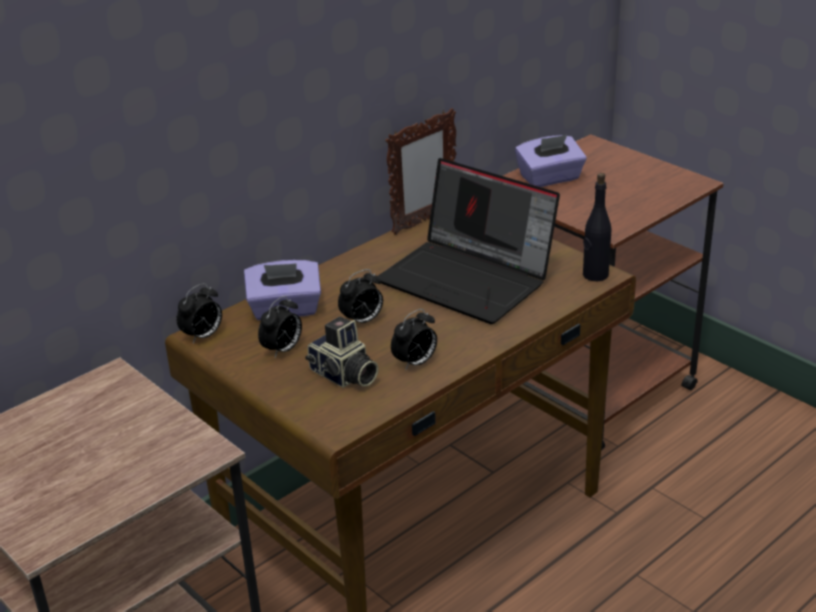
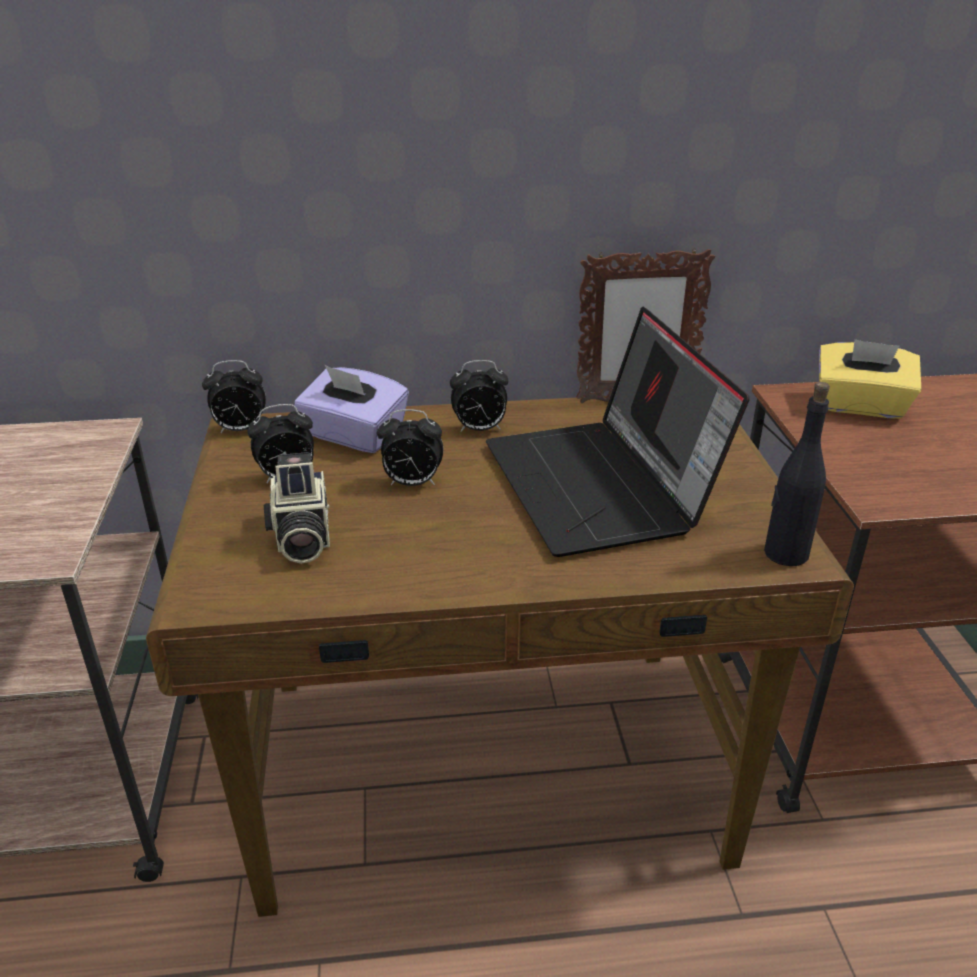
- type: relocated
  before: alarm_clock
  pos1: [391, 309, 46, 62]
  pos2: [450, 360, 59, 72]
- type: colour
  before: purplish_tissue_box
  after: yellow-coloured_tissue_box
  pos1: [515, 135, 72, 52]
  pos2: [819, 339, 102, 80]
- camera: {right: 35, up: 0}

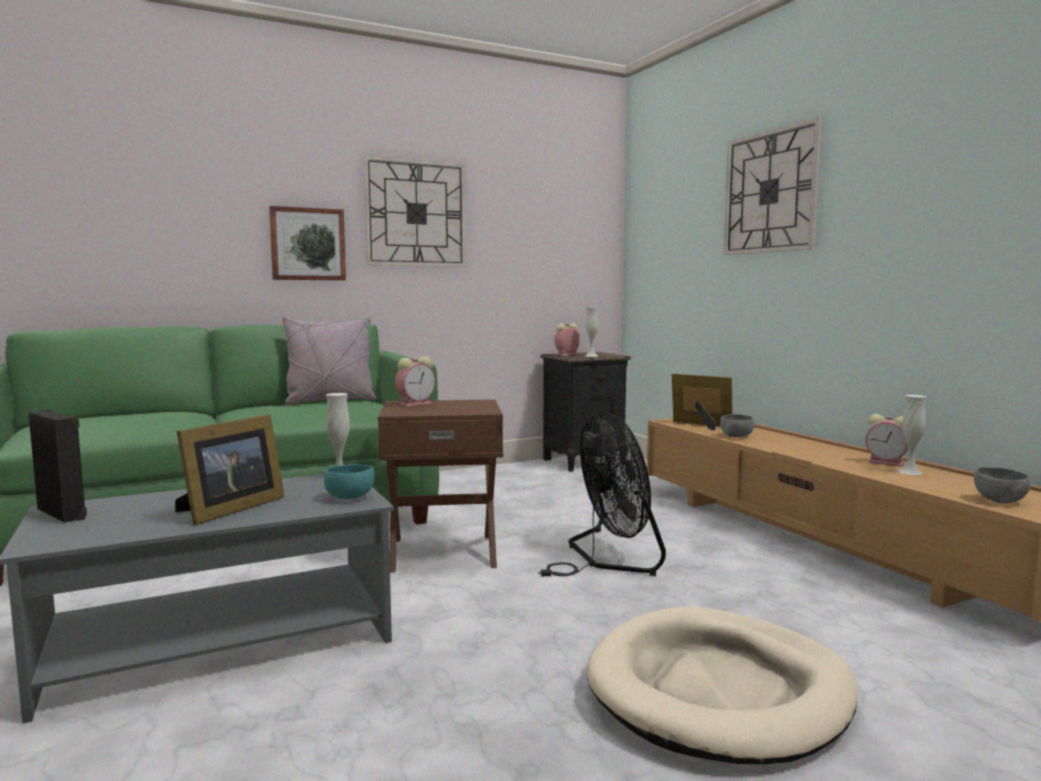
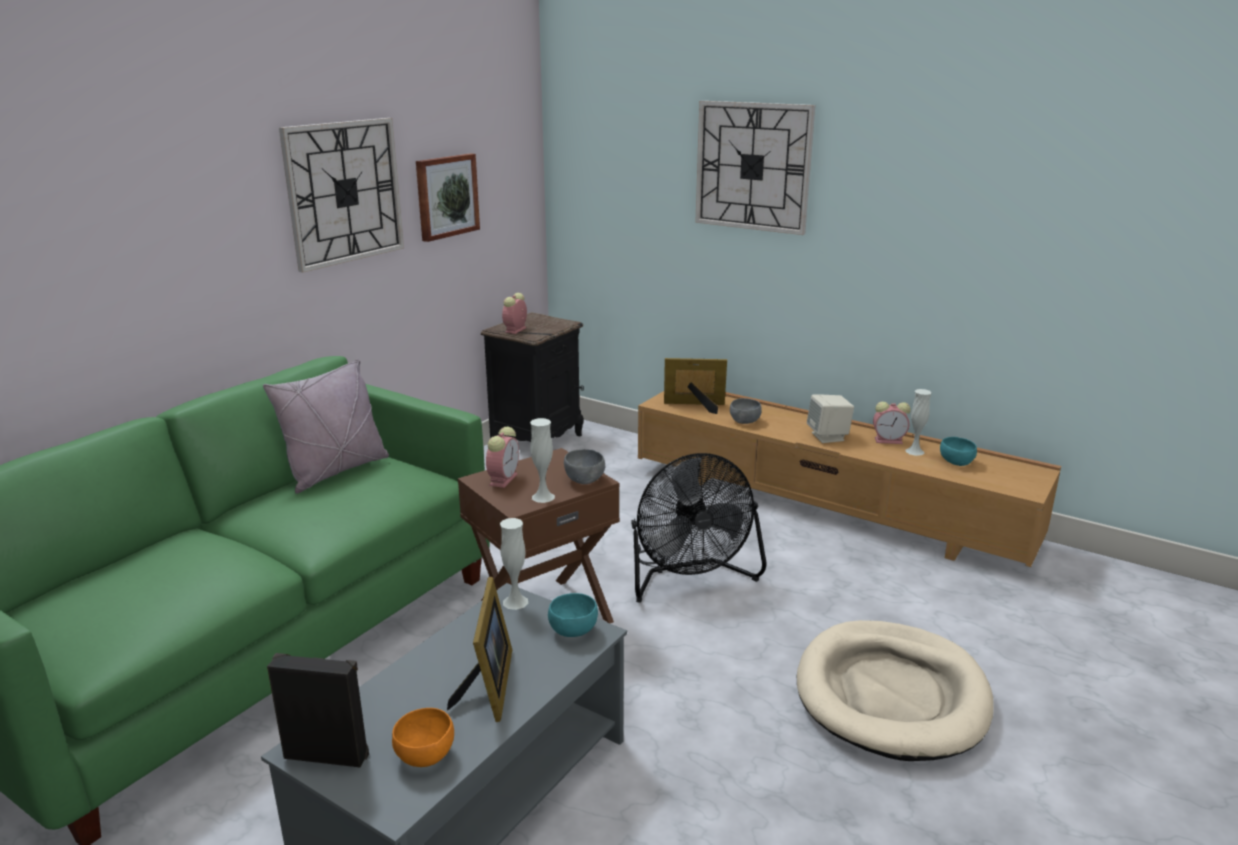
- type: appeared
  after: orange-coloured_serving_bowl
  pos2: [392, 708, 62, 59]
- type: relocated
  before: wall_art
  pos1: [269, 206, 77, 74]
  pos2: [416, 153, 64, 89]
- type: relocated
  before: white_flower_vase
  pos1: [586, 307, 13, 50]
  pos2: [530, 418, 25, 85]
- type: relocated
  before: gray_serving_bowl
  pos1: [974, 467, 56, 36]
  pos2: [564, 449, 41, 35]
- type: spun
  before: black_fan
  pos1: [538, 412, 128, 164]
  pos2: [631, 453, 135, 150]
  turn: 120
- type: appeared
  after: beige-coloured_speaker
  pos2: [807, 394, 47, 49]
- type: appeared
  after: blue-green_serving_bowl
  pos2: [940, 437, 37, 29]
- camera: {right: -30, up: 15}

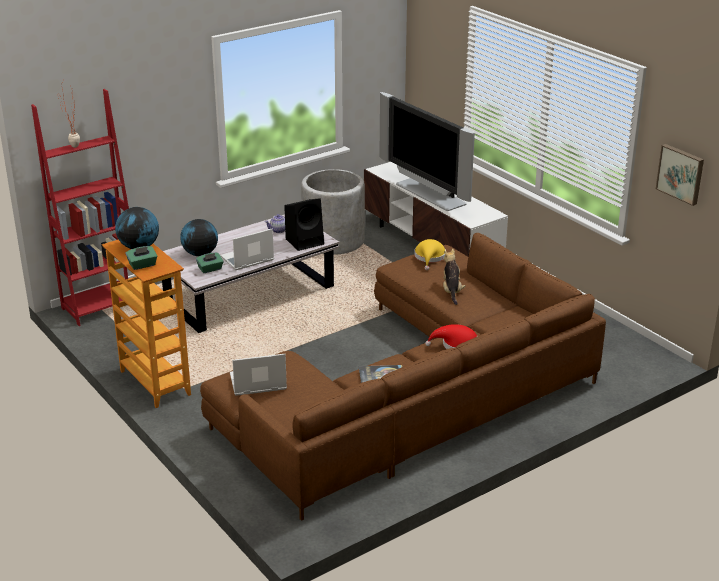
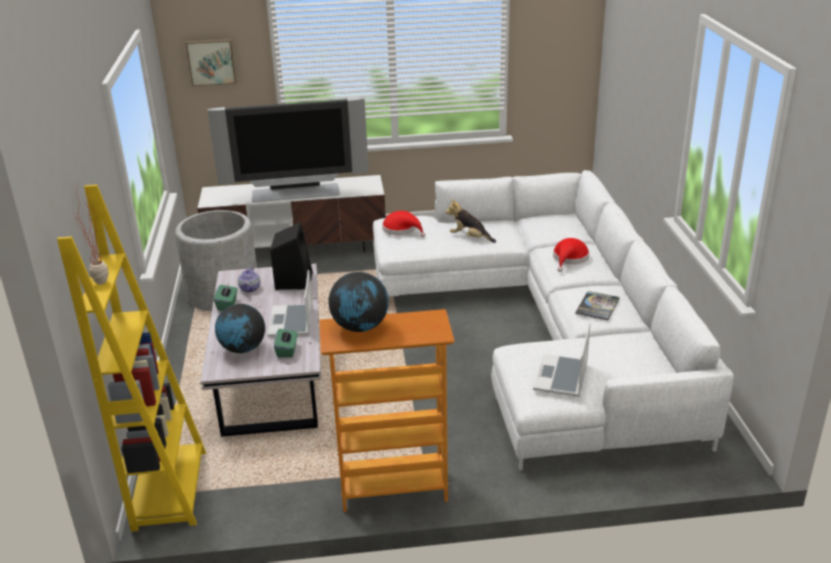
- type: colour
  before: red_bookcase
  after: yellow-coloured_bookcase
  pos1: [31, 89, 98, 237]
  pos2: [57, 185, 149, 347]
- type: relocated
  before: wall_art
  pos1: [656, 144, 48, 62]
  pos2: [186, 39, 50, 47]
- type: relocated
  before: greenish_tissue_box
  pos1: [126, 246, 31, 24]
  pos2: [214, 284, 23, 26]
- type: colour
  before: brownish_sofa
  after: white_sofa
  pos1: [200, 233, 406, 288]
  pos2: [373, 170, 361, 301]
- type: colour
  before: yellow-coloured_hat
  after: red_hat
  pos1: [414, 239, 32, 31]
  pos2: [382, 211, 43, 26]
- camera: {right: -60, up: 0}

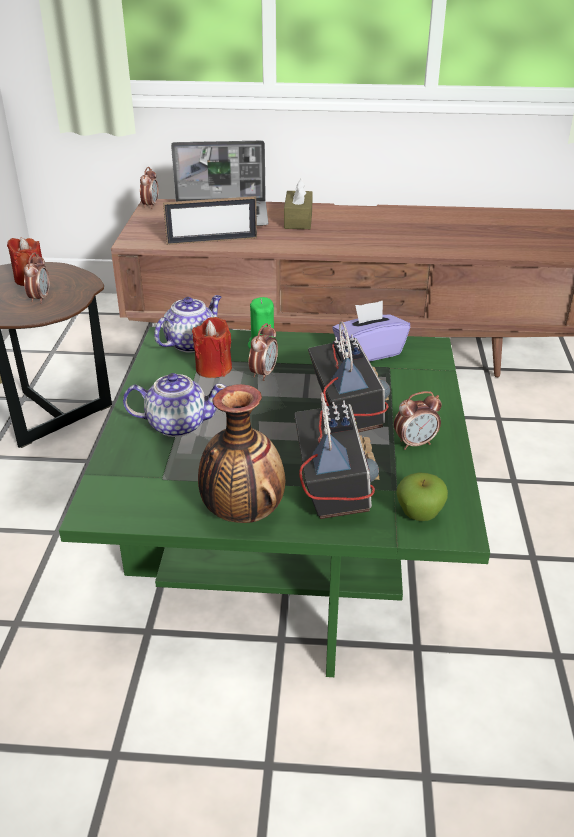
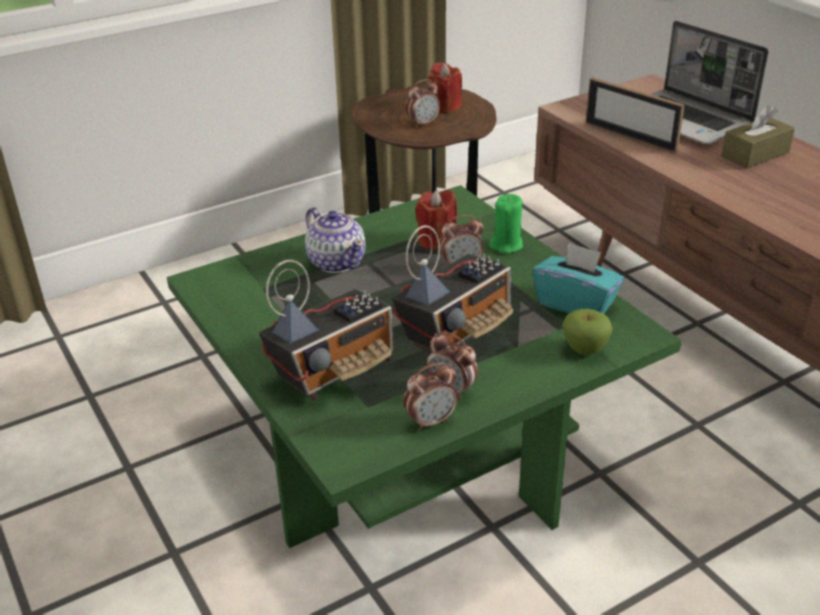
- type: relocated
  before: alarm_clock
  pos1: [140, 167, 19, 42]
  pos2: [403, 362, 55, 69]
- type: colour
  before: purplish_tissue_box
  after: blue-green_tissue_box
  pos1: [332, 301, 78, 61]
  pos2: [532, 242, 92, 72]
- type: relocated
  before: apple
  pos1: [396, 472, 52, 49]
  pos2: [562, 309, 51, 46]
- type: missing
  before: teapot
  pos1: [154, 295, 67, 58]
- type: missing
  before: flower_vase
  pos1: [198, 384, 87, 139]
- camera: {right: 55, up: 0}

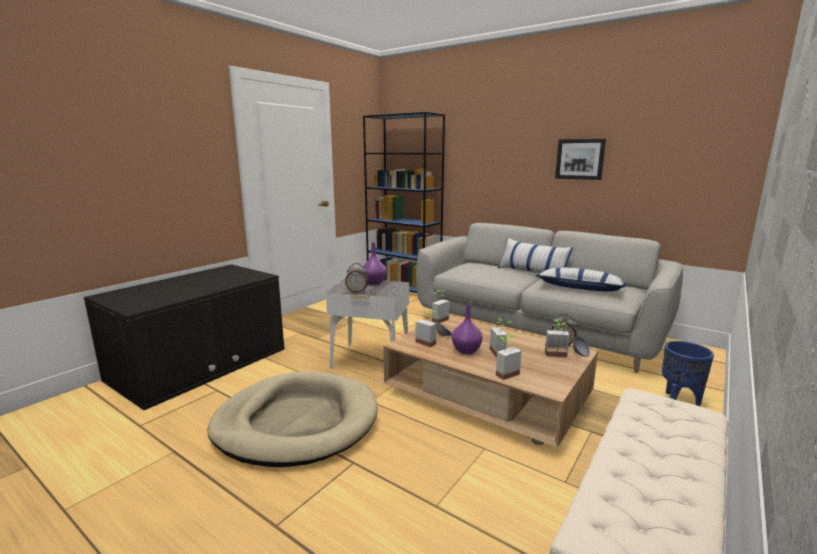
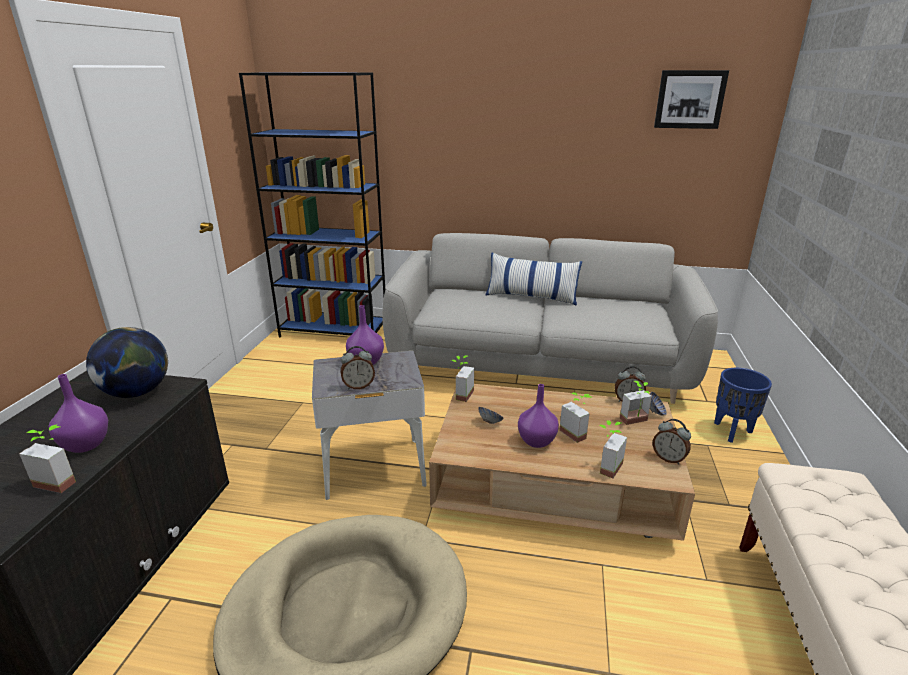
- type: relocated
  before: houseplant
  pos1: [416, 310, 21, 37]
  pos2: [19, 424, 57, 69]
- type: appeared
  after: purplish_flower_vase
  pos2: [49, 374, 59, 79]
- type: appeared
  after: desk_globe
  pos2: [86, 327, 82, 71]
- type: appeared
  after: alarm_clock
  pos2: [653, 419, 38, 46]
- type: relocated
  before: wall_art
  pos1: [555, 139, 51, 41]
  pos2: [654, 70, 75, 59]
- type: missing
  before: pillow
  pos1: [536, 267, 90, 25]
- camera: {right: -25, up: 10}

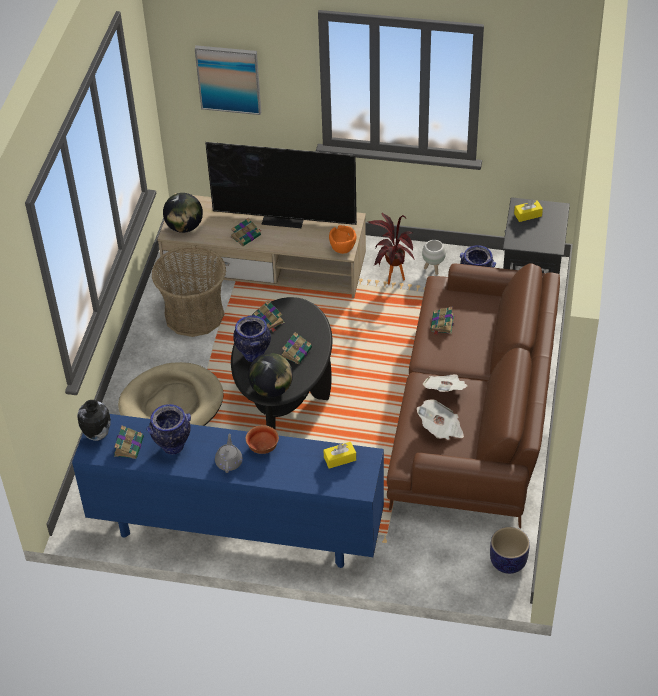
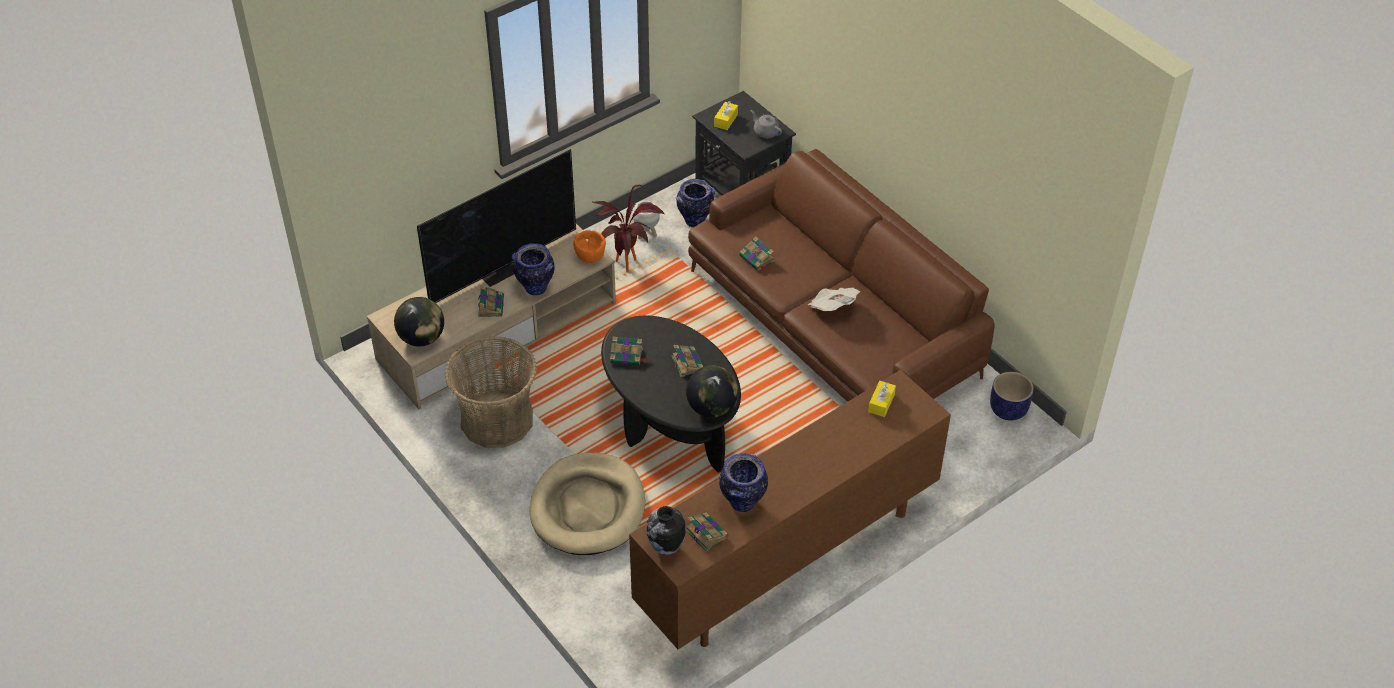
- type: relocated
  before: flower_vase
  pos1: [233, 315, 38, 47]
  pos2: [512, 243, 43, 53]
- type: colour
  before: blue-coloured_storage_cabinet
  after: brownish_storage_cabinet
  pos1: [72, 414, 312, 154]
  pos2: [629, 370, 322, 279]
- type: relocated
  before: gray_teapot
  pos1: [215, 433, 28, 40]
  pos2: [750, 110, 32, 28]
- type: missing
  before: wall_art
  pos1: [195, 45, 66, 70]
- type: missing
  before: serving_bowl
  pos1: [245, 425, 34, 29]
- type: missing
  before: daily_paper
  pos1: [417, 399, 47, 41]
- camera: {right: -50, up: 0}

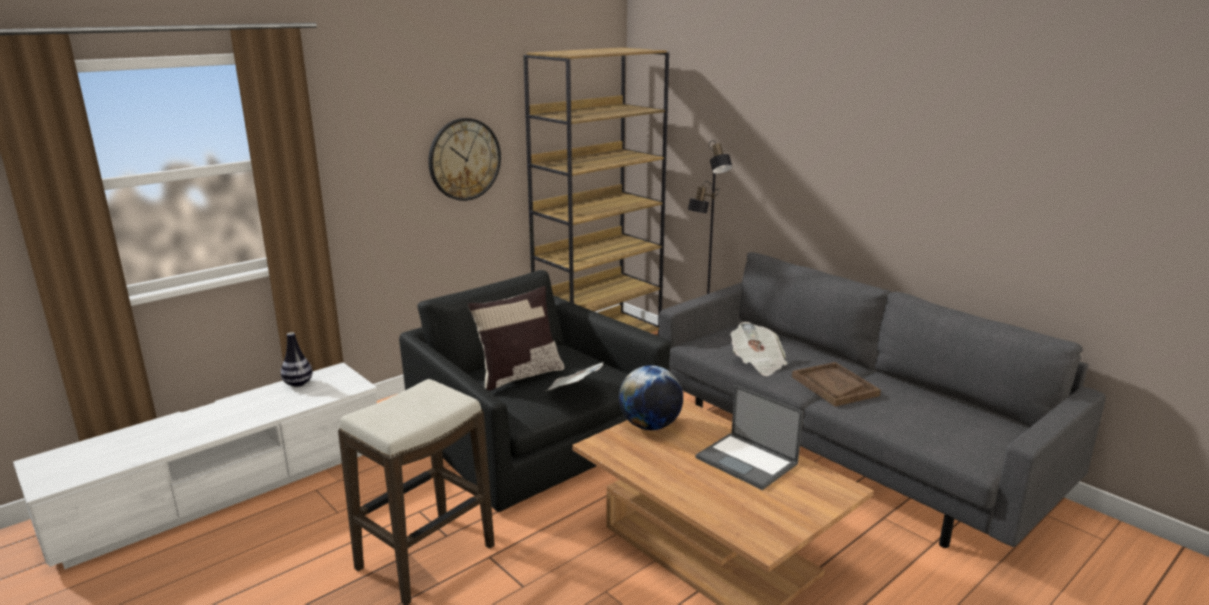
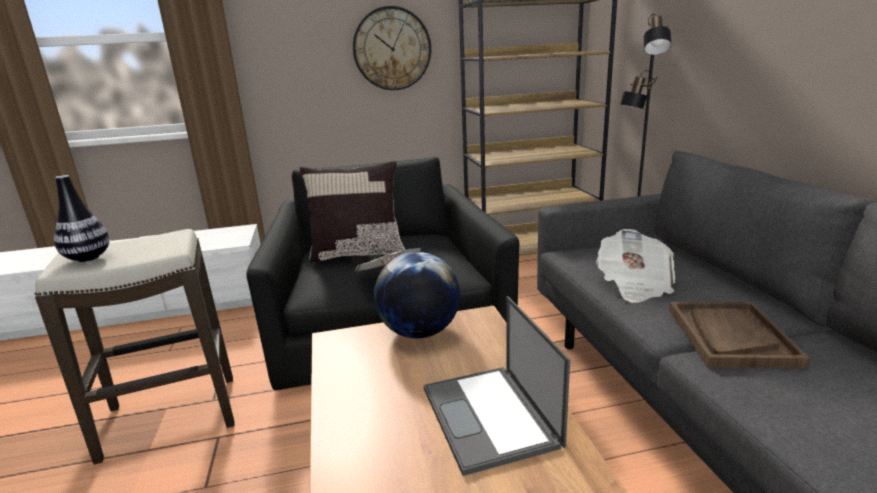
- type: relocated
  before: flower_vase
  pos1: [281, 332, 32, 55]
  pos2: [54, 175, 56, 87]
- camera: {right: 30, up: 0}

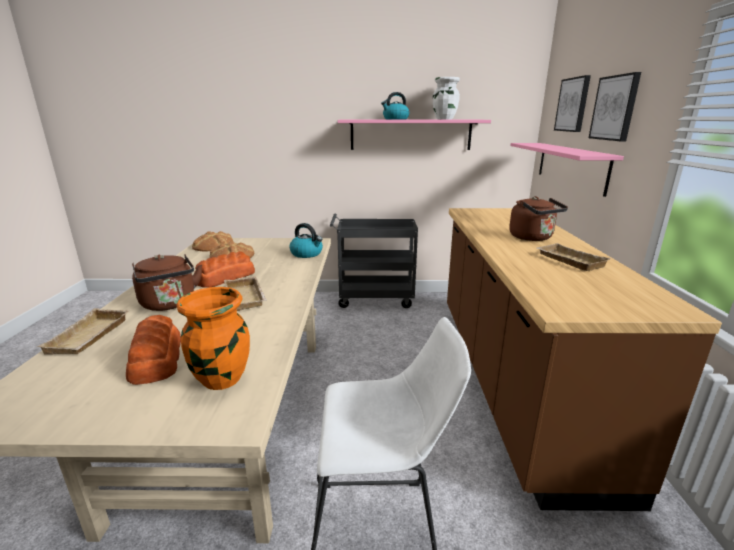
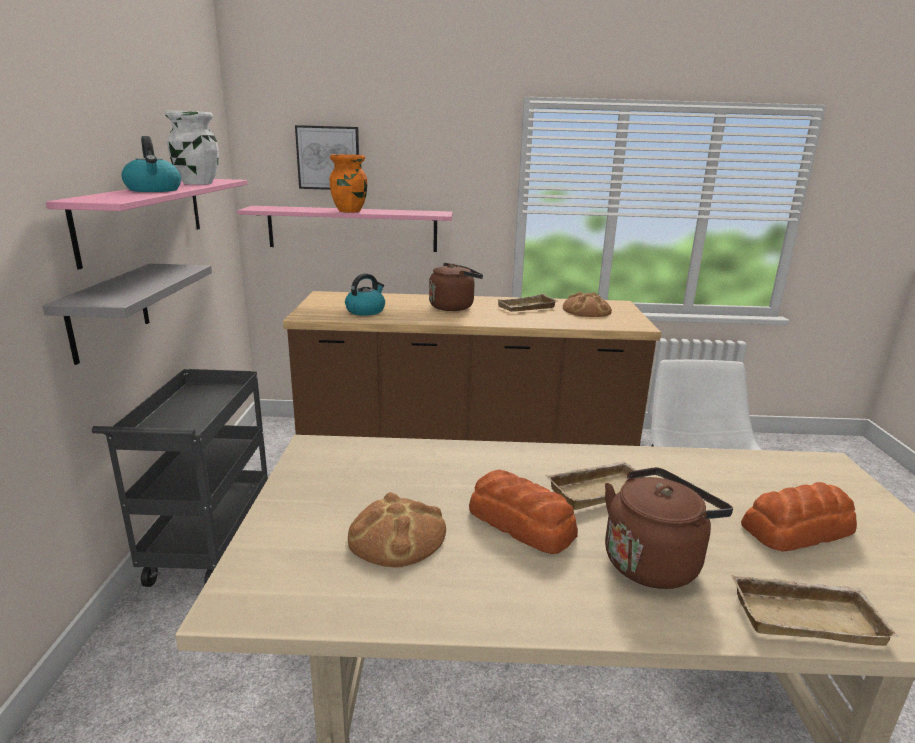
- type: appeared
  after: gray_bracket_shelf
  pos2: [43, 264, 169, 101]
- type: relocated
  before: orange-coloured_flower_vase
  pos1: [177, 287, 73, 103]
  pos2: [330, 154, 37, 59]
- type: relocated
  before: tea_kettle
  pos1: [289, 223, 34, 35]
  pos2: [345, 273, 40, 43]
- type: relocated
  before: baked_bread
  pos1: [192, 231, 41, 20]
  pos2: [563, 292, 49, 25]
- type: missing
  before: wall_art
  pos1: [589, 72, 52, 69]
- camera: {right: -90, up: 0}

